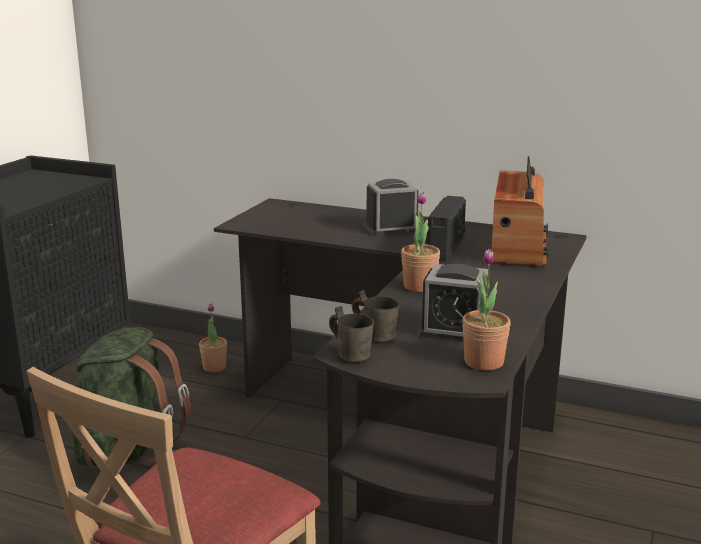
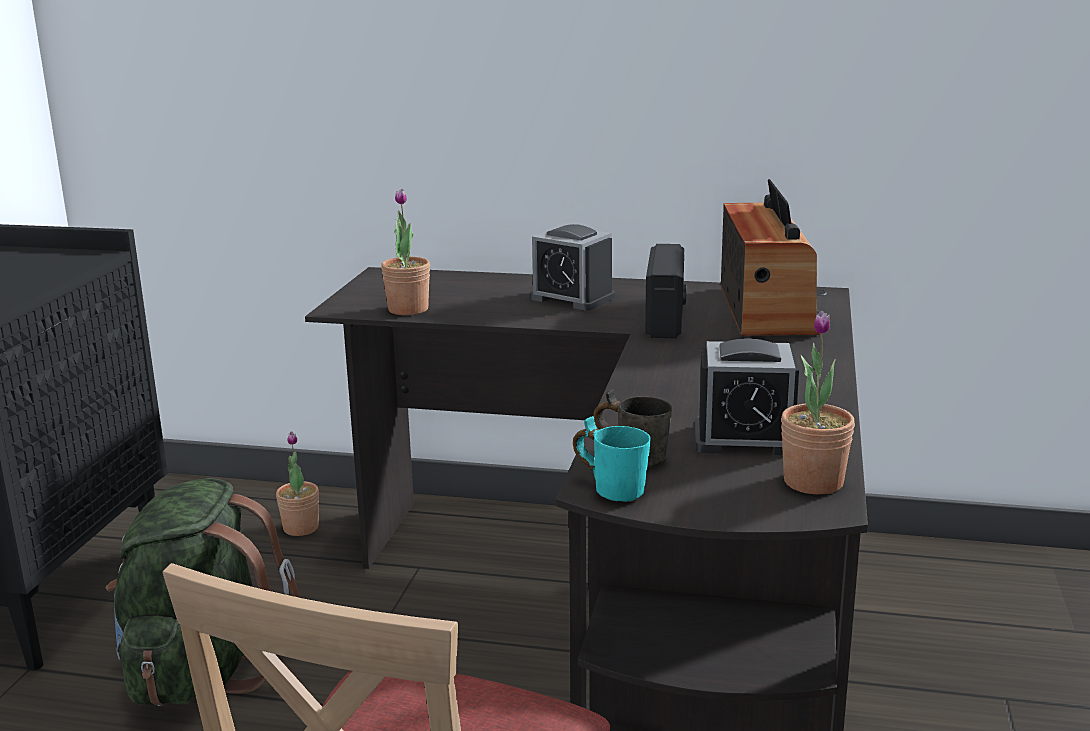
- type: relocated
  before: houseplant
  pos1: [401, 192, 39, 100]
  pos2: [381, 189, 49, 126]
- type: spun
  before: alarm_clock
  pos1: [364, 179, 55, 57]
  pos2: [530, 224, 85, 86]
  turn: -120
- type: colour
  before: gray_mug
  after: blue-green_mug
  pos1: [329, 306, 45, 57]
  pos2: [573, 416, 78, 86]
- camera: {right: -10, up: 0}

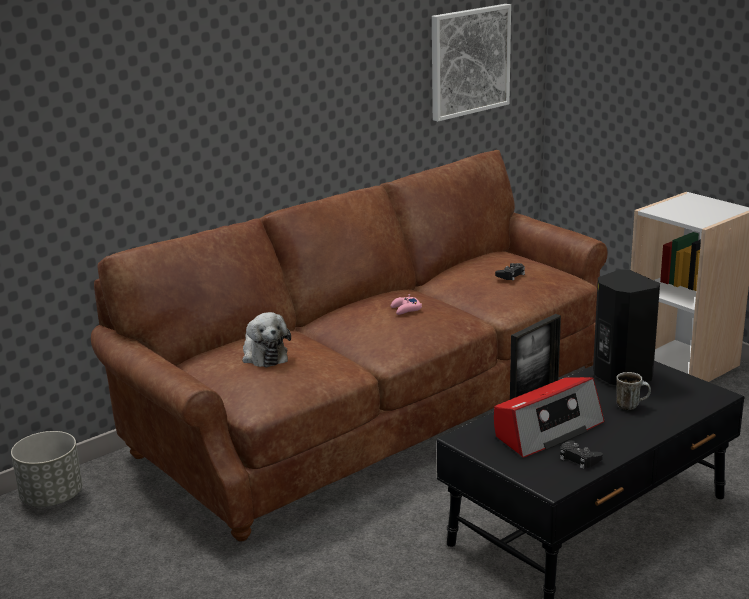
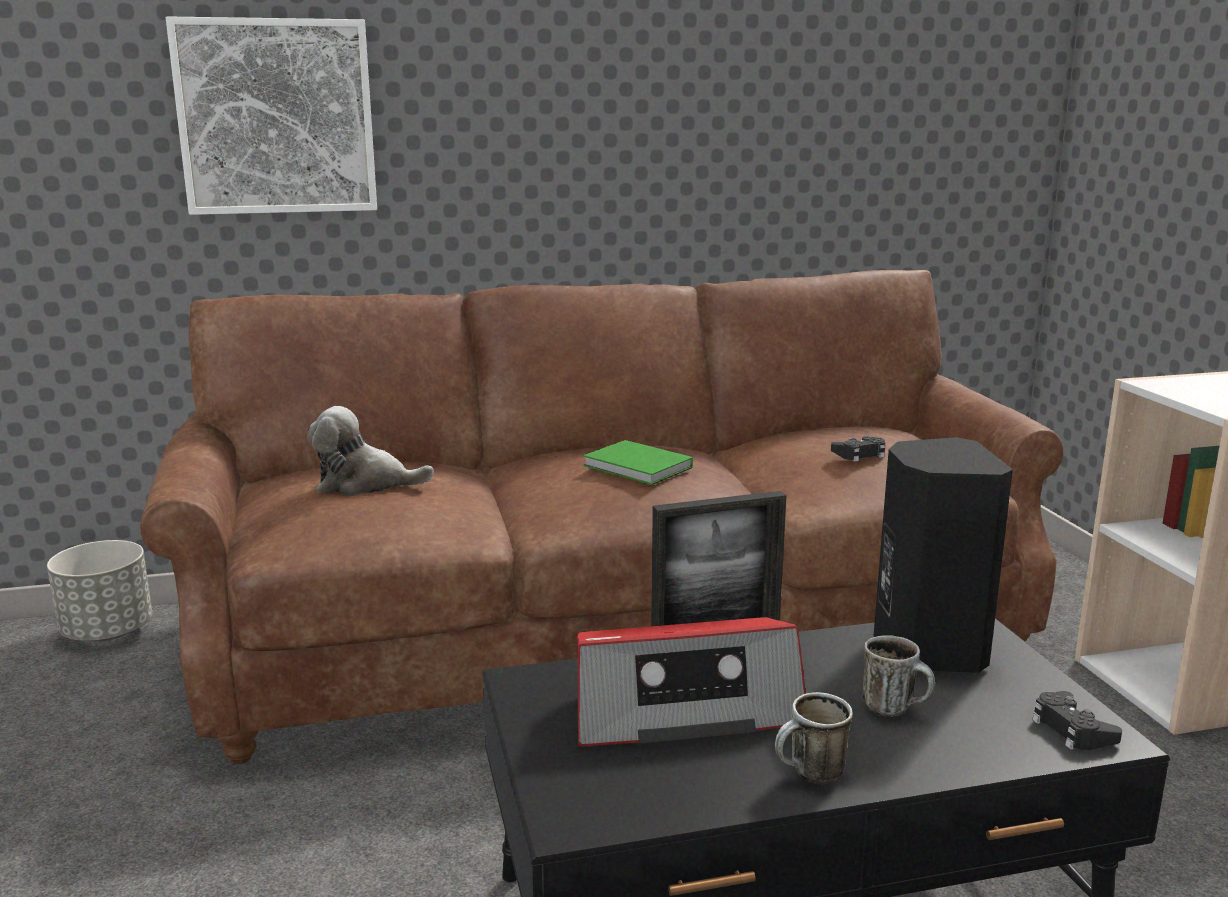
- type: relocated
  before: wall_art
  pos1: [432, 4, 79, 117]
  pos2: [166, 16, 211, 199]
- type: spun
  before: soft_toy
  pos1: [242, 312, 49, 56]
  pos2: [307, 406, 127, 90]
  turn: 90
- type: exchanged
  before: pink_gamepad
  after: greenish_bound_book
  pos1: [391, 294, 31, 21]
  pos2: [583, 440, 110, 45]
- type: appeared
  after: mug
  pos2: [775, 692, 78, 92]
- type: relocated
  before: black_gamepad
  pos1: [560, 440, 43, 29]
  pos2: [1032, 691, 90, 59]
- camera: {right: 25, up: -5}

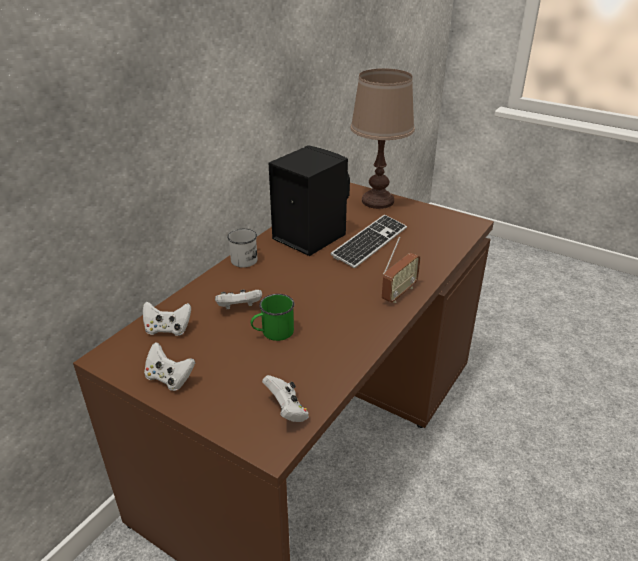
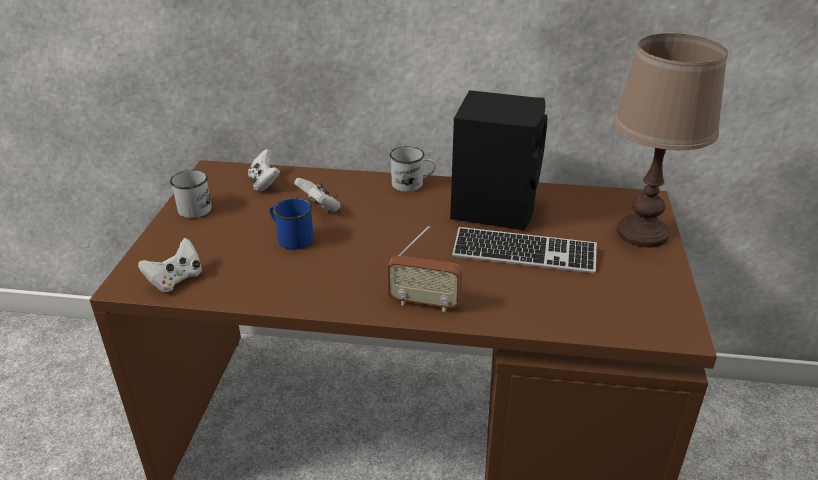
- type: exchanged
  before: white_gamepad
  after: white_mug
  pos1: [144, 343, 51, 48]
  pos2: [170, 170, 42, 48]
- type: colour
  before: greenish_mug
  after: blue-coloured_mug
  pos1: [251, 294, 44, 47]
  pos2: [270, 198, 44, 52]
- camera: {right: 65, up: 0}

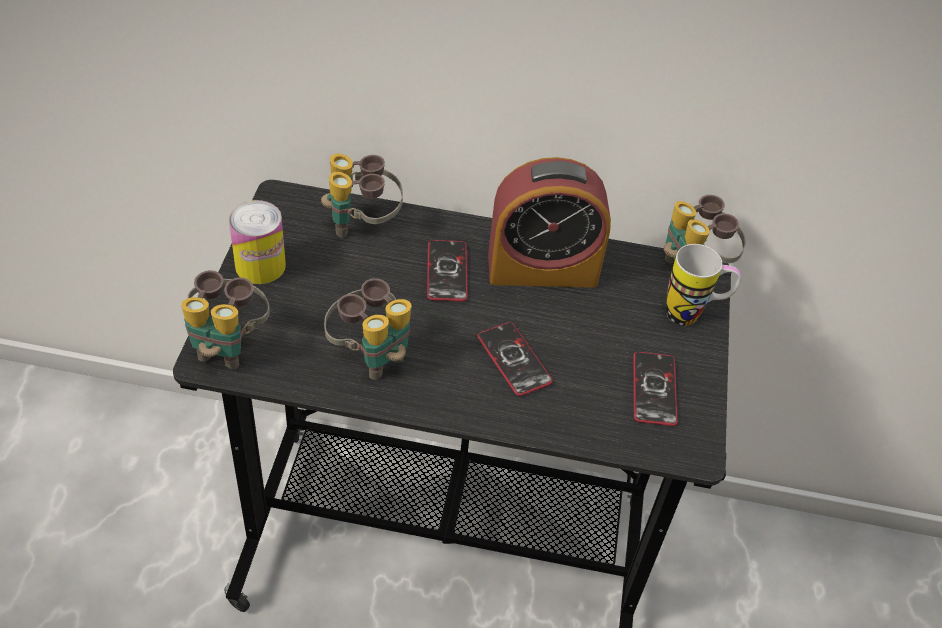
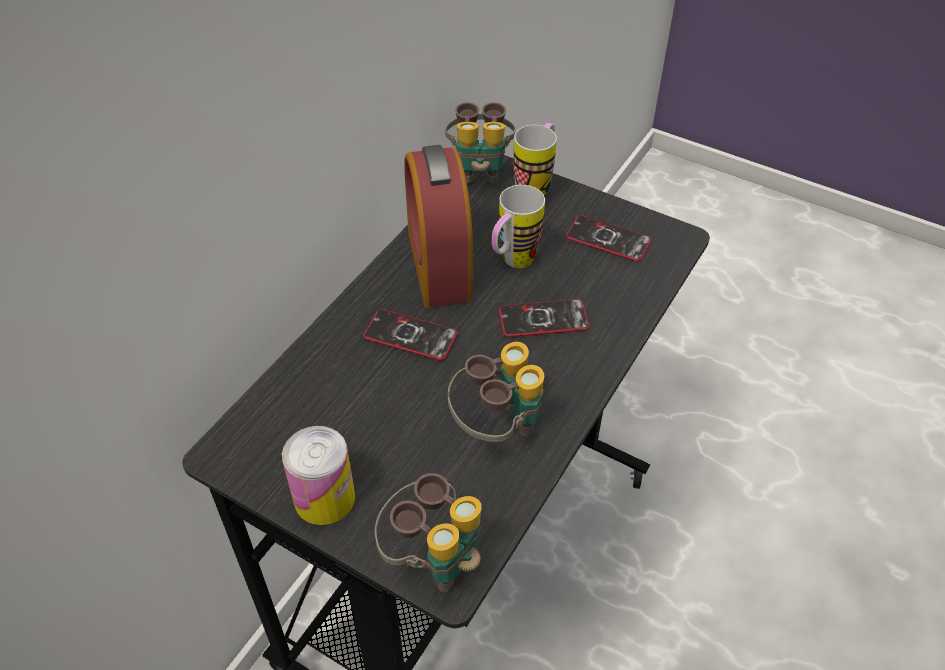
- type: spun
  before: alarm_clock
  pos1: [488, 157, 123, 131]
  pos2: [404, 145, 69, 163]
  turn: 150
- type: appeared
  after: mug
  pos2: [492, 185, 53, 83]
- type: missing
  before: binoculars
  pos1: [321, 154, 82, 84]
- camera: {right: -65, up: 0}

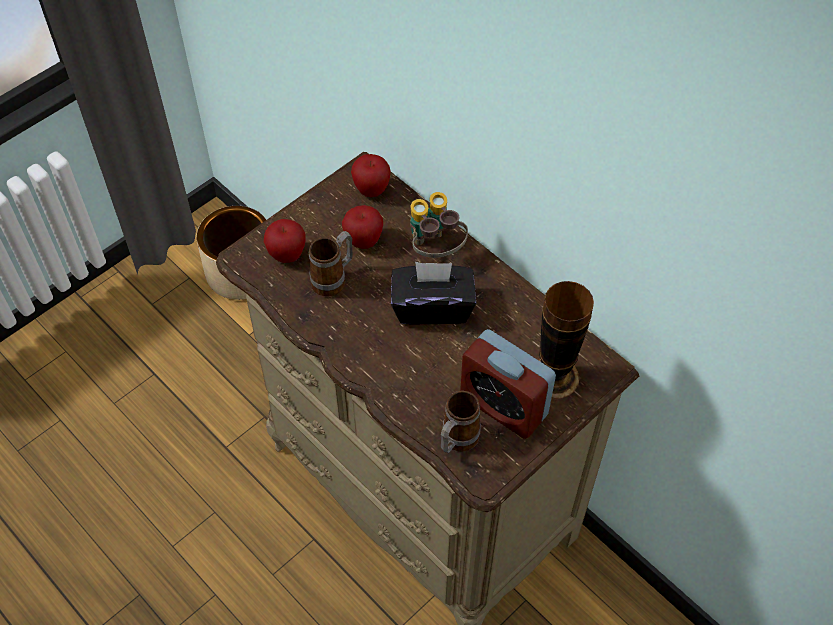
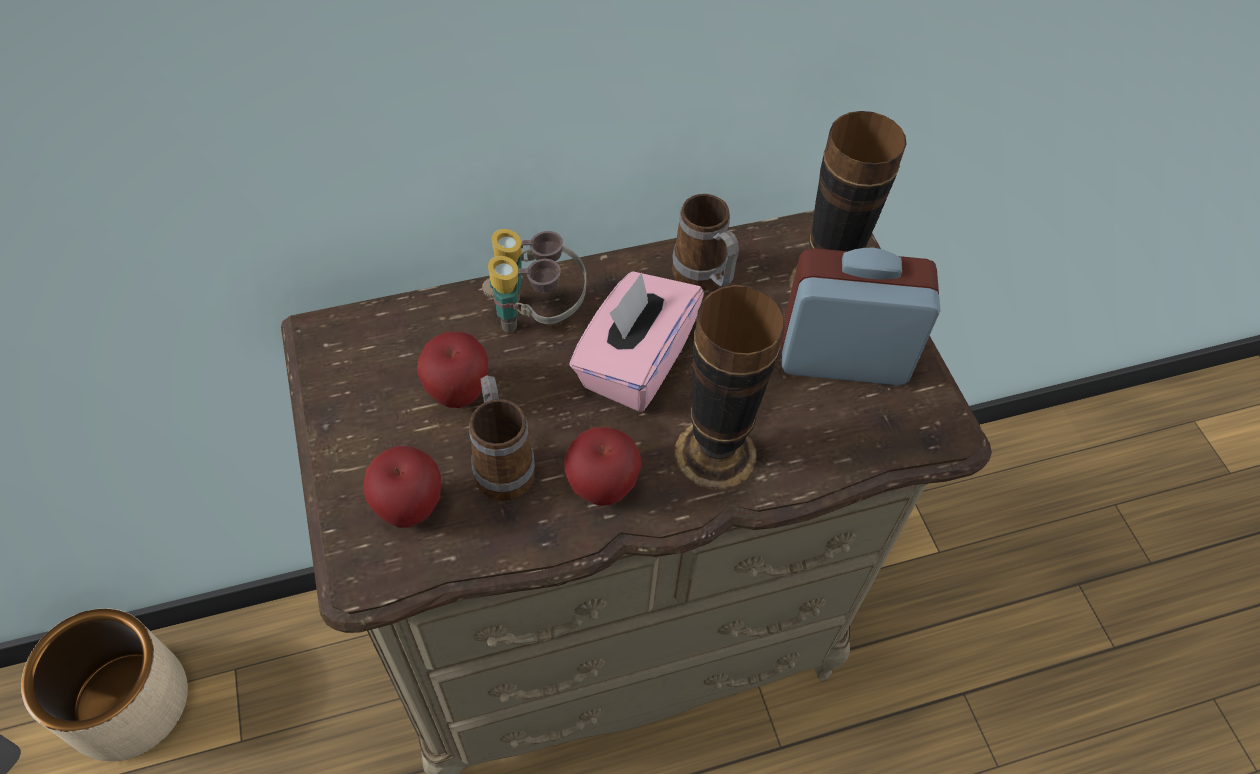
- type: relocated
  before: apple
  pos1: [351, 154, 40, 43]
  pos2: [564, 427, 78, 79]
- type: colour
  before: black_tissue_box
  after: pink_tissue_box
  pos1: [391, 262, 85, 63]
  pos2: [569, 271, 135, 141]
- type: relocated
  before: mug
  pos1: [441, 391, 40, 62]
  pos2: [672, 194, 67, 96]
- type: appeared
  after: flower_vase
  pos2: [675, 285, 110, 205]
- type: spun
  before: alarm_clock
  pos1: [460, 329, 96, 110]
  pos2: [781, 248, 159, 137]
  turn: -150
- camera: {right: -65, up: 0}

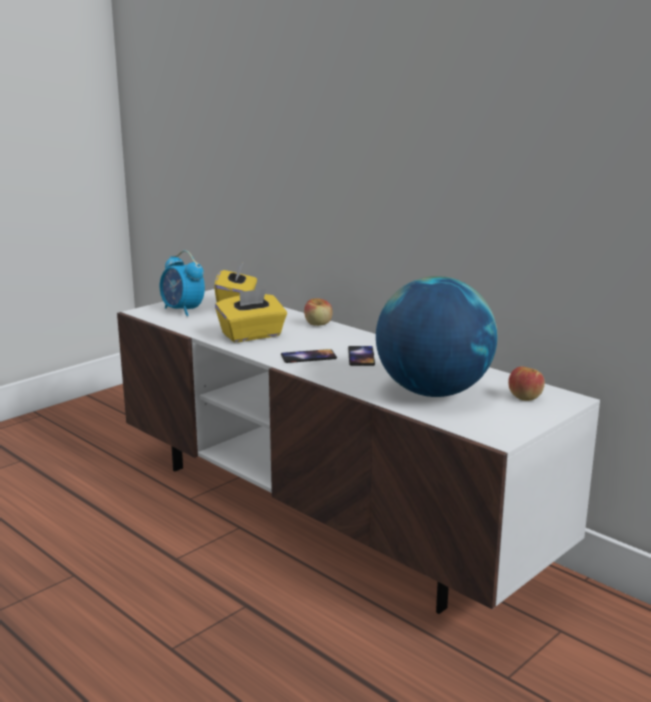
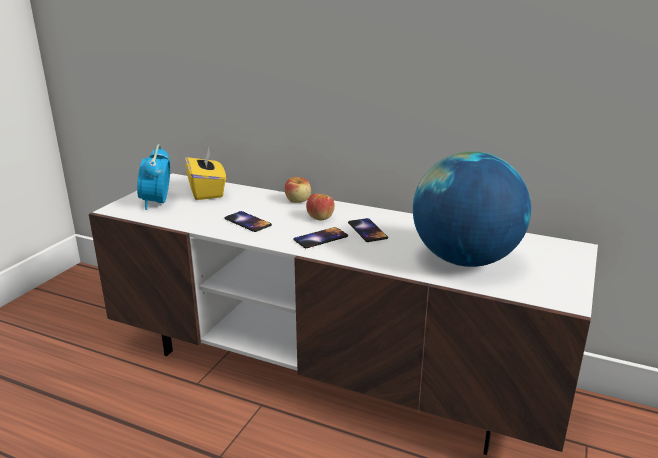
- type: spun
  before: alarm_clock
  pos1: [160, 250, 45, 66]
  pos2: [137, 144, 33, 66]
  turn: 60
- type: exchanged
  before: yellow-coloured_tissue_box
  after: handset
  pos1: [215, 289, 72, 53]
  pos2: [225, 211, 47, 21]
- type: relocated
  before: apple
  pos1: [508, 366, 37, 35]
  pos2: [306, 193, 29, 27]
- camera: {right: -20, up: 5}

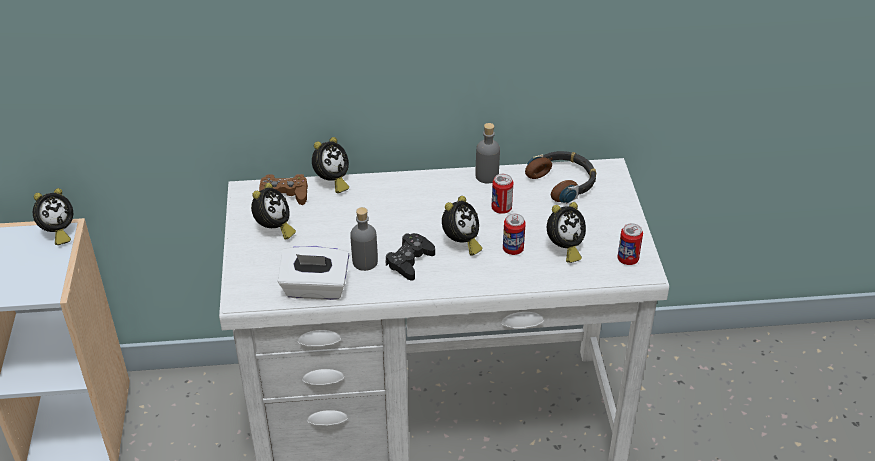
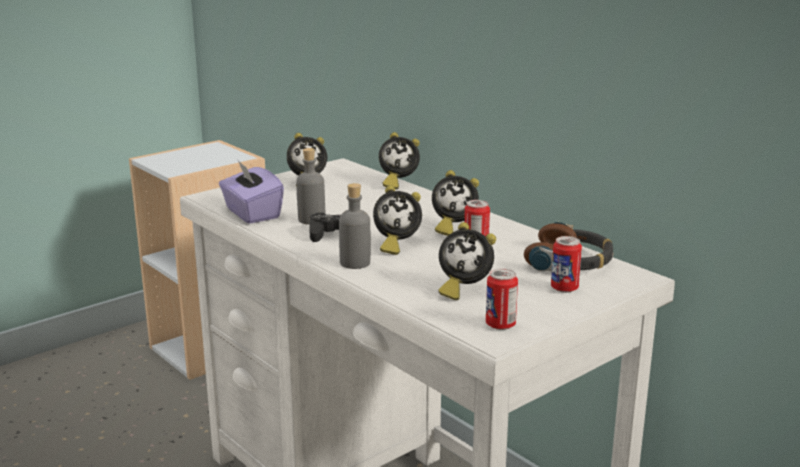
- type: colour
  before: white_tissue_box
  after: purplish_tissue_box
  pos1: [278, 246, 71, 54]
  pos2: [219, 161, 65, 63]
- type: relocated
  before: gray_drink_bottle
  pos1: [475, 123, 25, 60]
  pos2: [339, 183, 31, 86]
- type: relocated
  before: alarm_clock
  pos1: [33, 188, 40, 57]
  pos2: [432, 170, 47, 66]
- type: relocated
  before: sealed_can
  pos1: [503, 213, 23, 42]
  pos2: [551, 236, 31, 57]
- type: missing
  before: brownish_gamepad
  pos1: [259, 174, 49, 31]
- camera: {right: 55, up: -20}

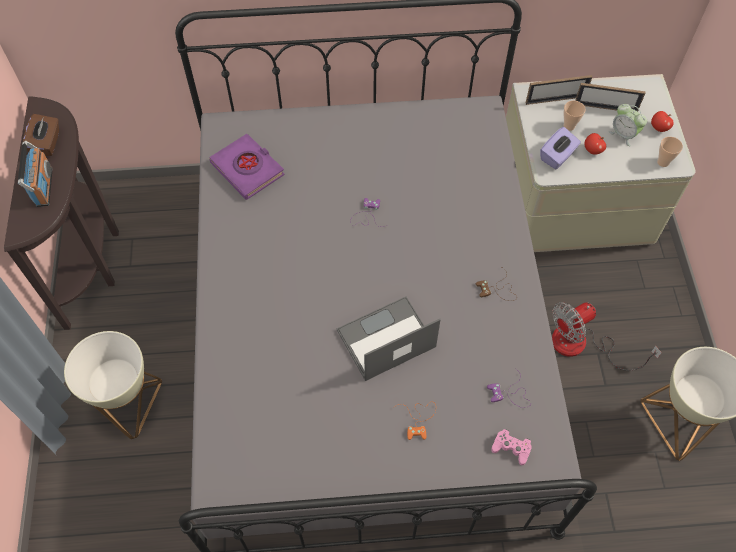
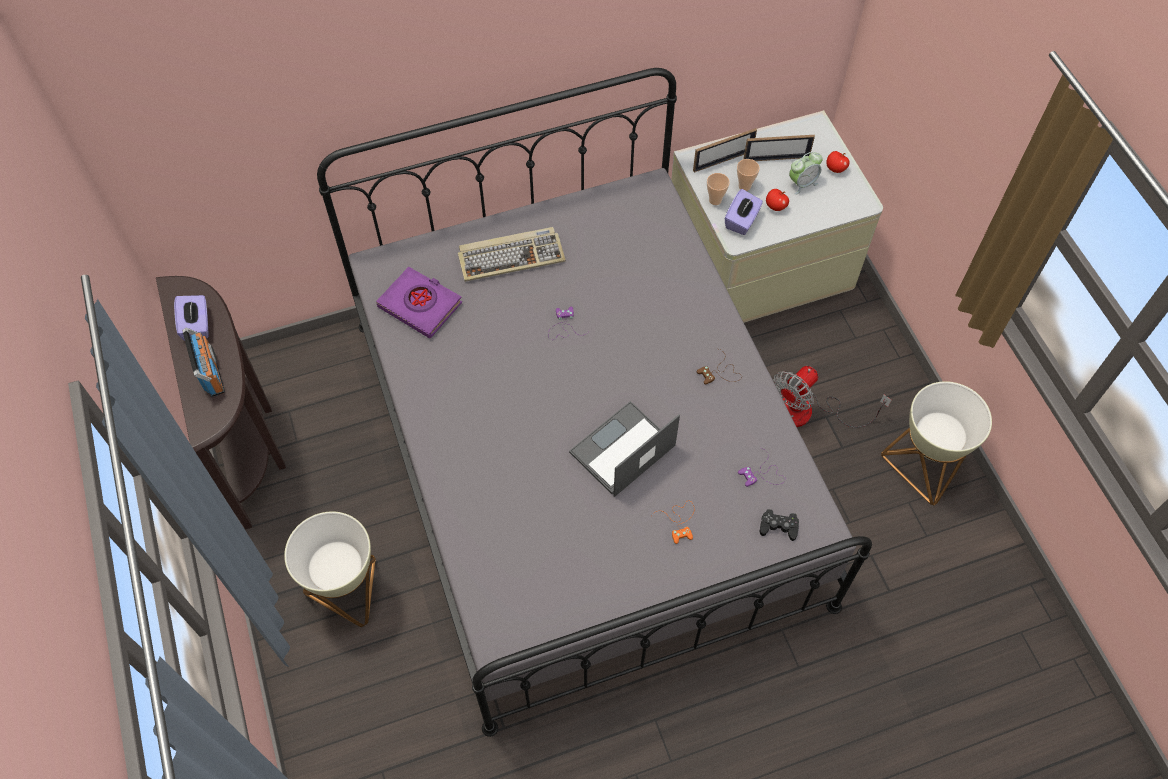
- type: colour
  before: brownish_tissue_box
  after: purplish_tissue_box
  pos1: [23, 114, 36, 42]
  pos2: [174, 295, 34, 46]
- type: appeared
  after: PC_keyboard
  pos2: [458, 227, 108, 55]
- type: relocated
  before: cup
  pos1: [657, 137, 26, 30]
  pos2: [707, 173, 23, 32]
- type: colour
  before: pink_gamepad
  after: black_gamepad
  pos1: [492, 429, 40, 37]
  pos2: [760, 509, 39, 32]
- type: spun
  before: alarm_clock
  pos1: [609, 104, 38, 43]
  pos2: [789, 152, 34, 43]
  turn: -60
- camera: {right: -15, up: 0}

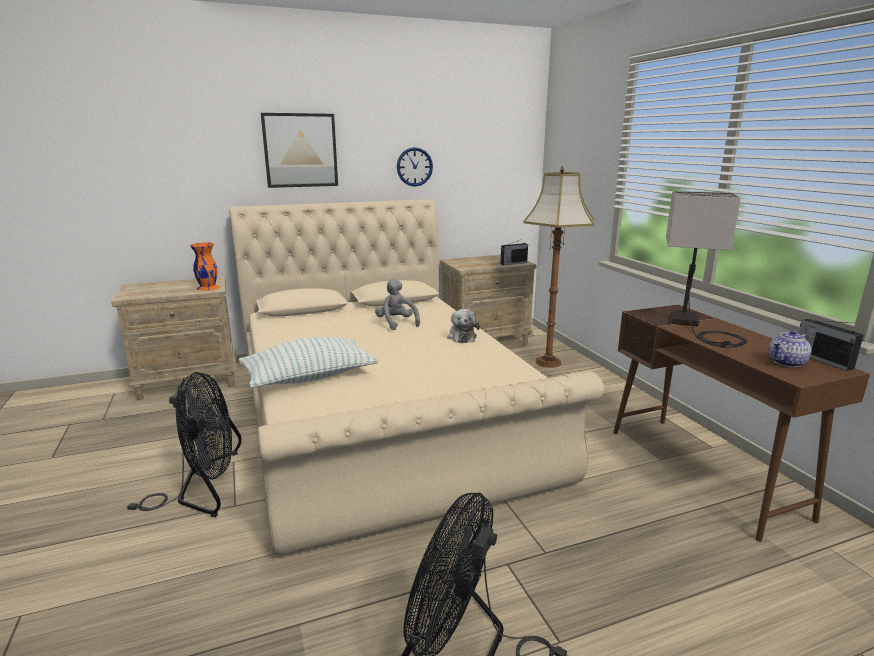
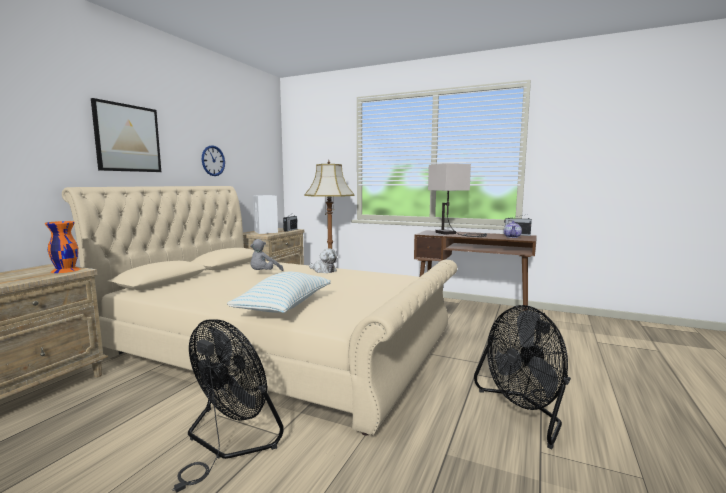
- type: spun
  before: gray_soft_toy
  pos1: [375, 279, 45, 51]
  pos2: [250, 239, 33, 32]
  turn: -75
- type: appeared
  after: white_speaker
  pos2: [253, 195, 25, 39]
- camera: {right: -45, up: -10}

